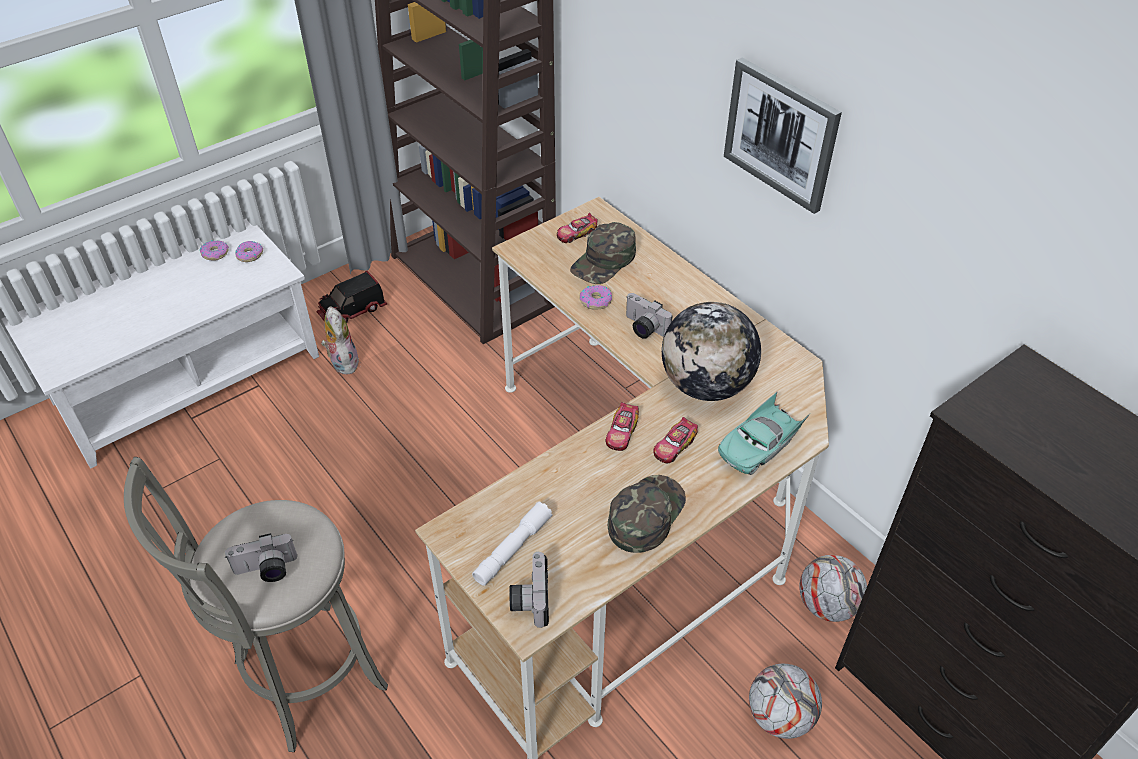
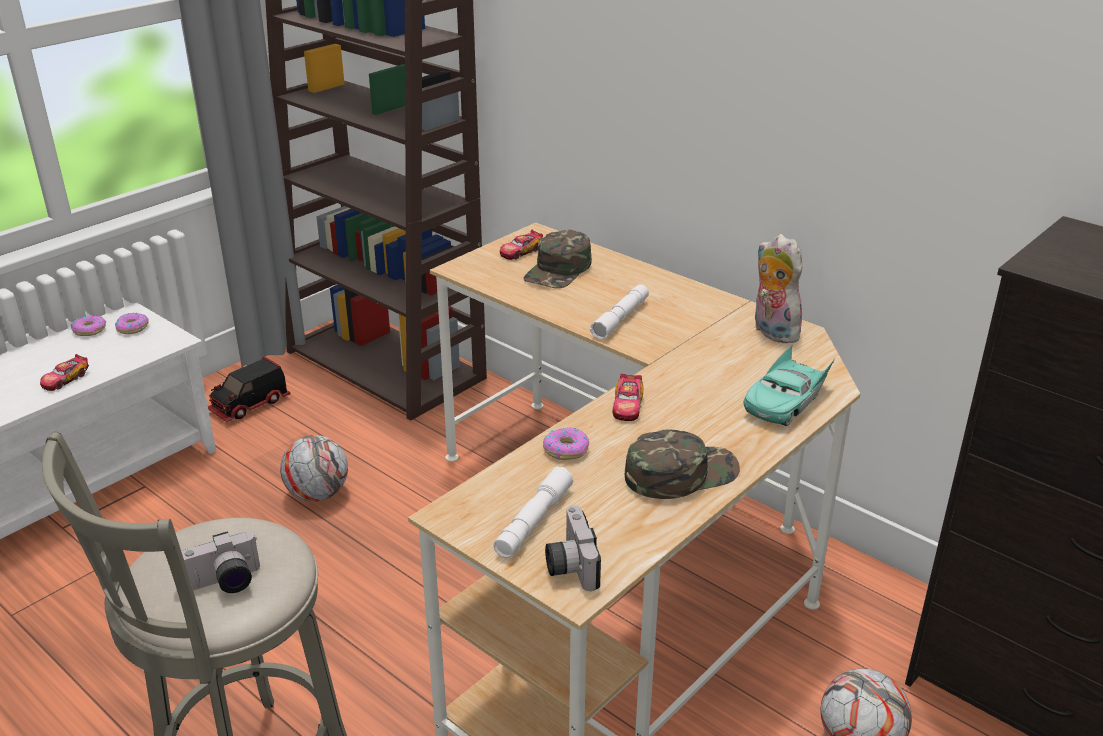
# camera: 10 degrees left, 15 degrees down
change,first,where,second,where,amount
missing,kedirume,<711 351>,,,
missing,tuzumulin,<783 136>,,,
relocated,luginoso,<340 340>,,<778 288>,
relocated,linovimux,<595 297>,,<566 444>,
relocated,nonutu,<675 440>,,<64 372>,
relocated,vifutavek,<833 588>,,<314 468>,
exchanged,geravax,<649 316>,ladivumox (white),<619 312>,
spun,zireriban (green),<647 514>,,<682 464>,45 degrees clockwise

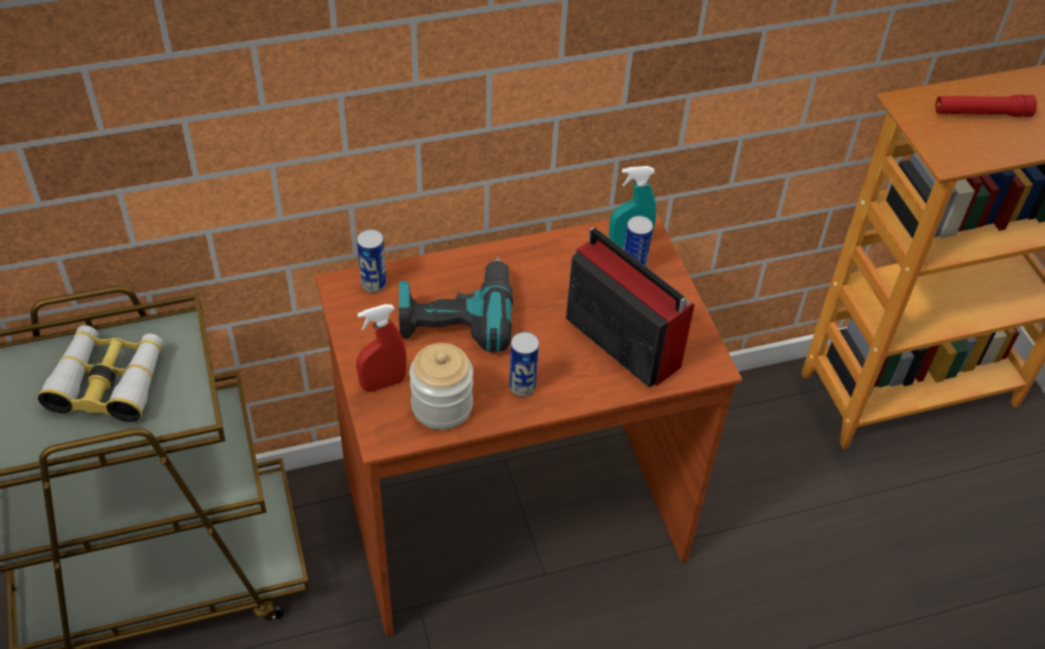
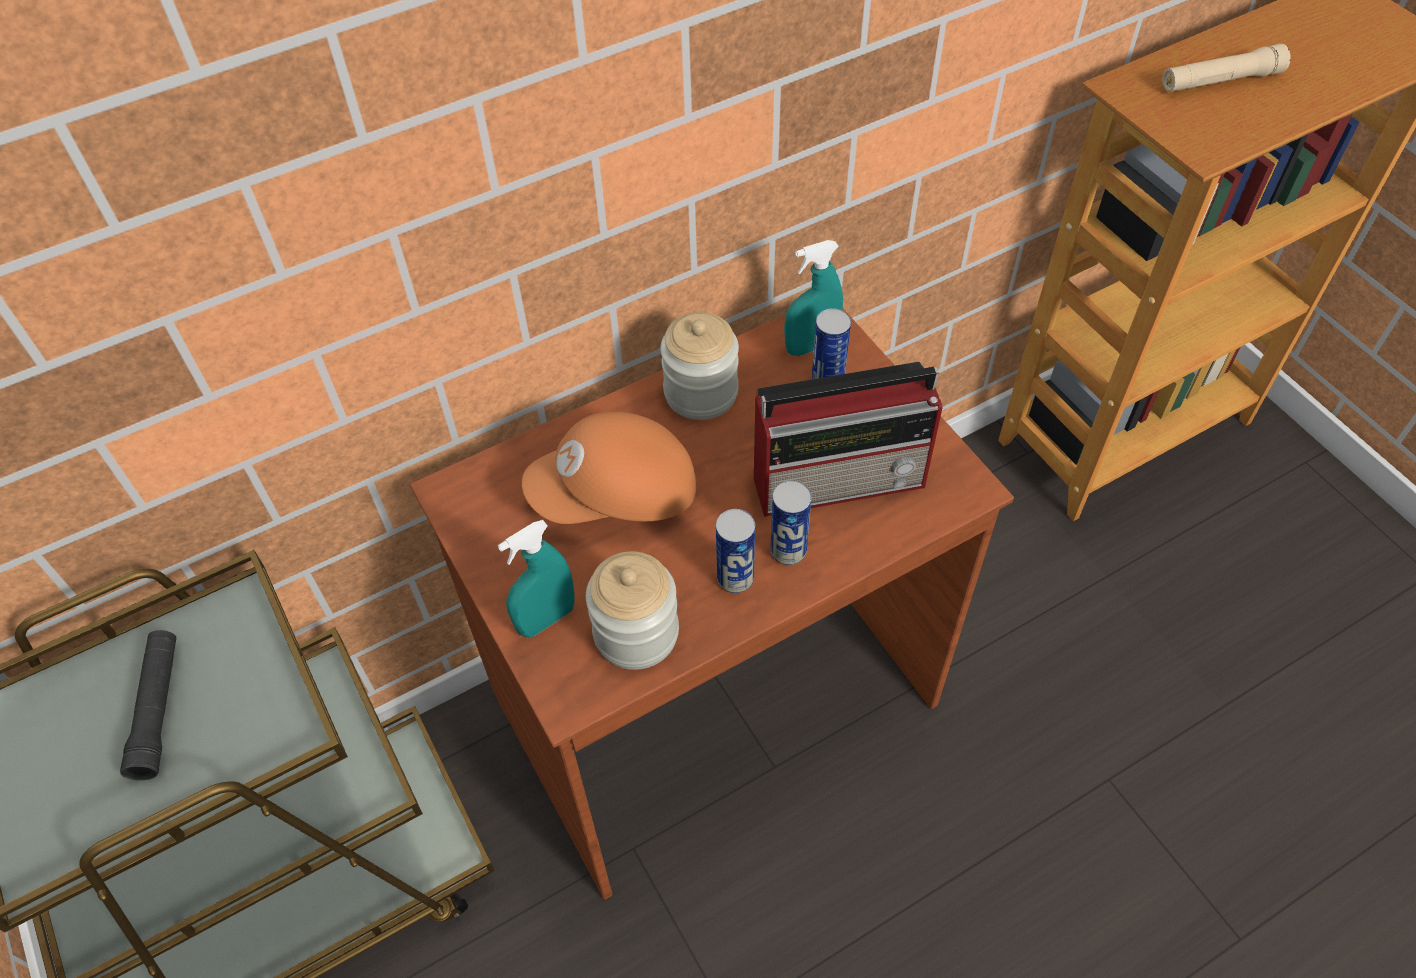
# camera: 10 degrees left, 5 degrees up
change,first,where,second,where,amount
appeared,,,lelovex,<699 366>,
relocated,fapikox,<371 261>,,<791 523>,
exchanged,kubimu,<100 373>,ladivumox (black),<148 705>,
exchanged,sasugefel,<456 305>,zireriban (orange),<609 468>,
colour,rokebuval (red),<381 348>,rokebuval (turquoise),<536 578>,
colour,ladivumox (red),<986 106>,ladivumox (beige),<1226 68>,
spun,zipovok,<630 307>,,<848 439>,135 degrees clockwise

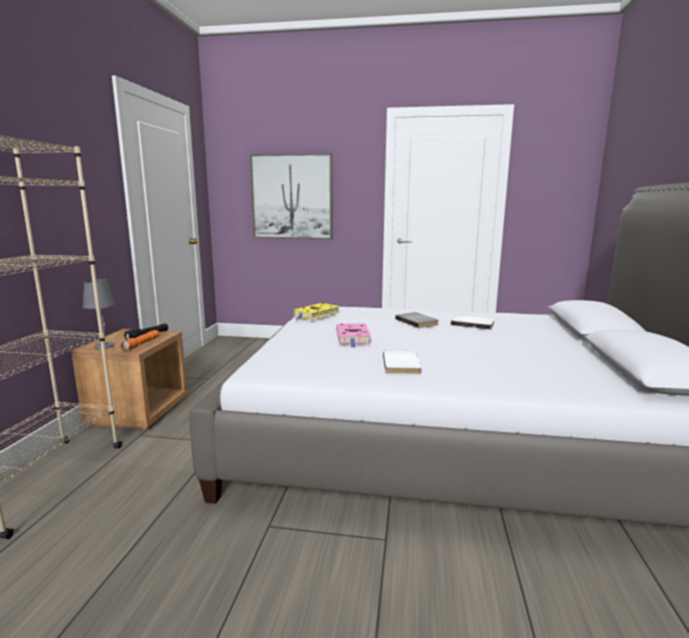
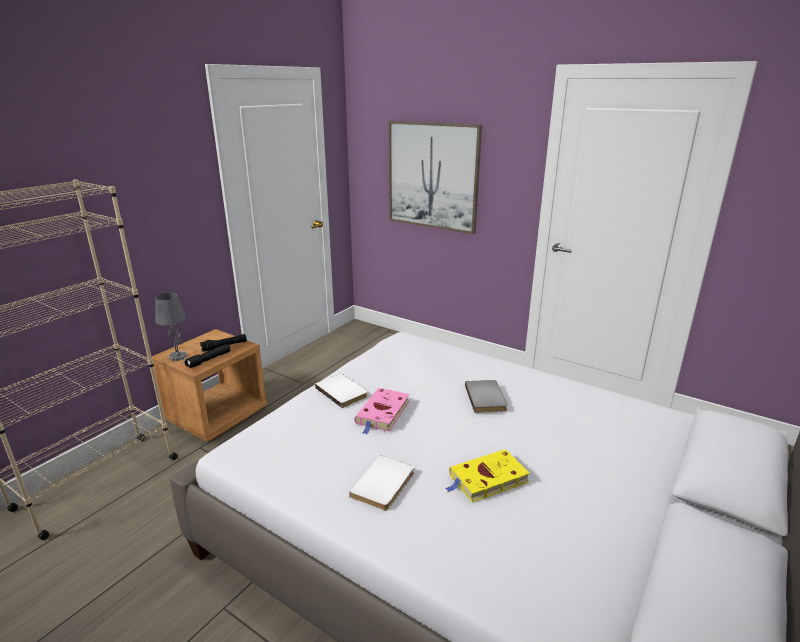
# camera: 25 degrees right, 10 degrees up
change,first,where,second,where,amount
relocated,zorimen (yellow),<317 311>,,<487 475>,
relocated,zorimen (white),<473 322>,,<341 391>,
colour,ladivumox (orange),<140 340>,ladivumox (black),<207 356>,

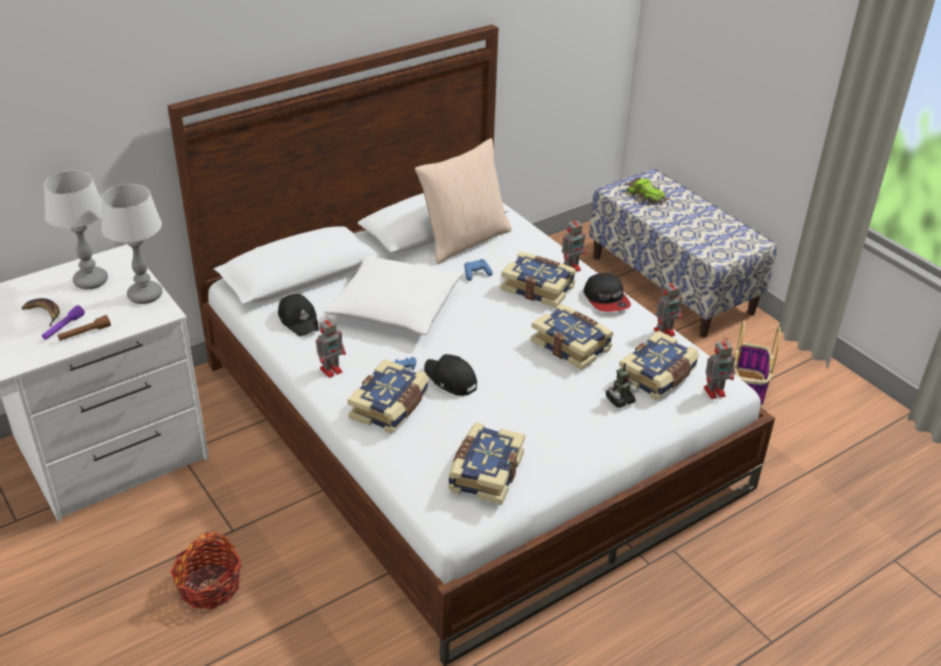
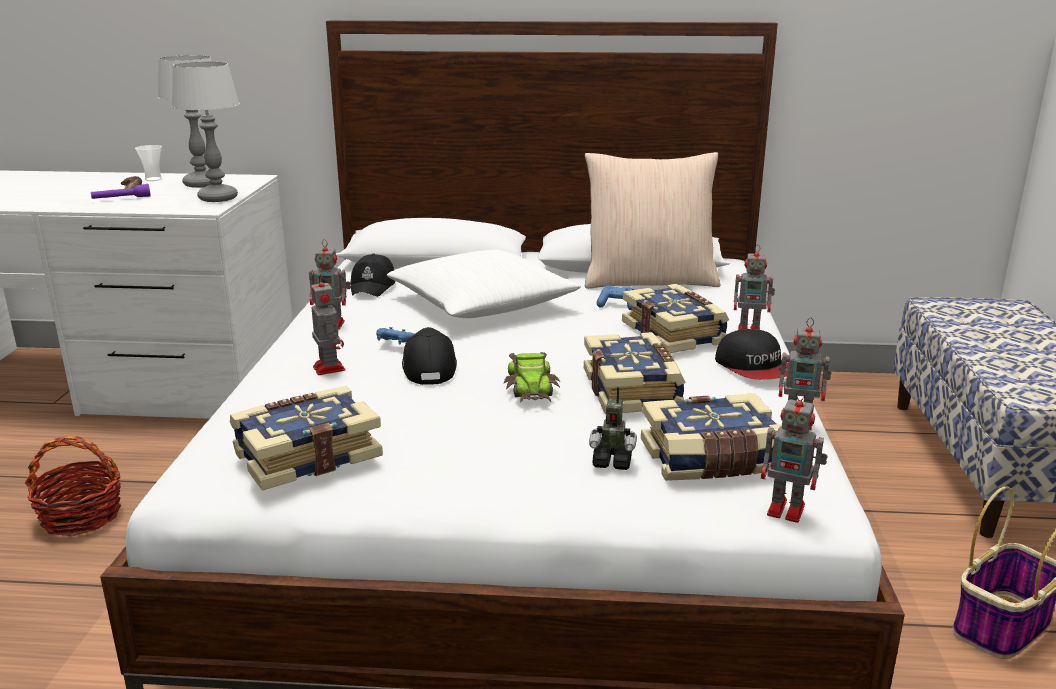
# camera: 40 degrees right, 15 degrees down
change,first,where,second,where,amount
missing,ladivumox (brown),<84 328>,,,
appeared,,,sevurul,<148 163>,
relocated,nonutu,<648 191>,,<532 377>,
exchanged,zorimen,<388 396>,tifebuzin,<328 324>,
spun,zireriban,<607 292>,,<751 354>,45 degrees counterclockwise

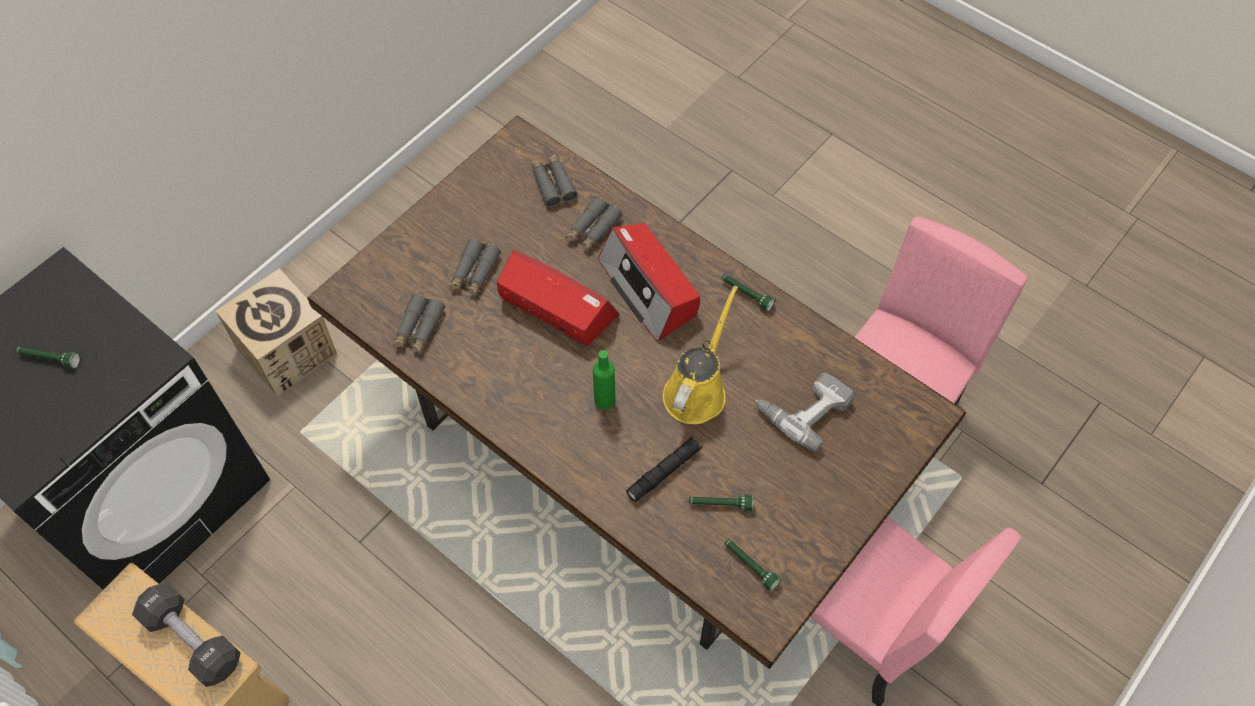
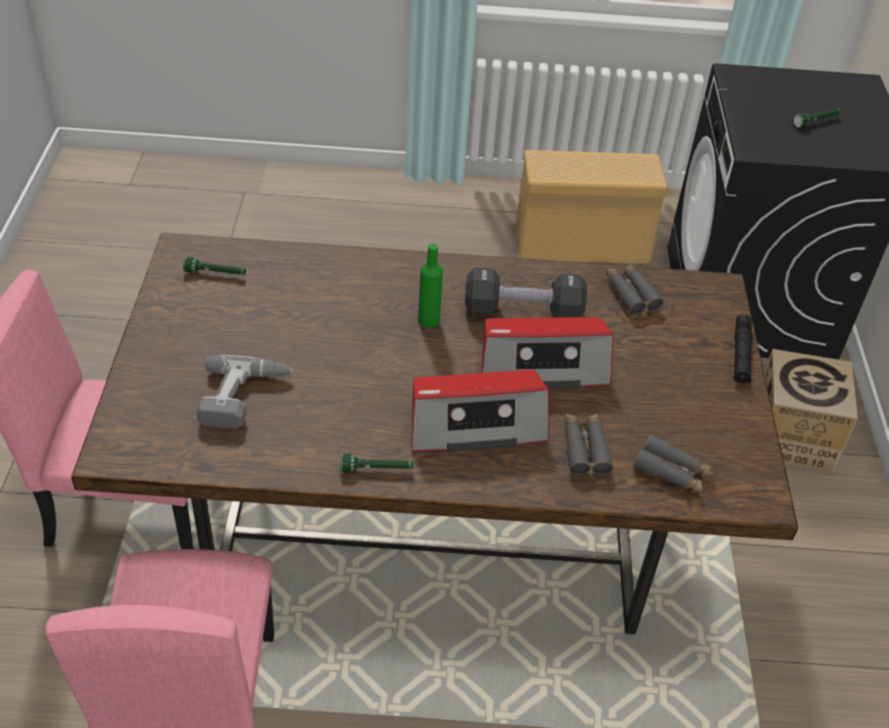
# camera: 140 degrees right, 15 degrees down
change,first,where,second,where,amount
missing,kubimu (grey),<475 268>,,,
missing,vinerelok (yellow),<700 355>,,,
missing,ladivumox (green),<721 503>,,,
relocated,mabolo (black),<186 634>,,<526 293>,
relocated,ladivumox (black),<664 469>,,<743 349>,
spun,zipovok,<649 282>,,<480 411>,150 degrees clockwise

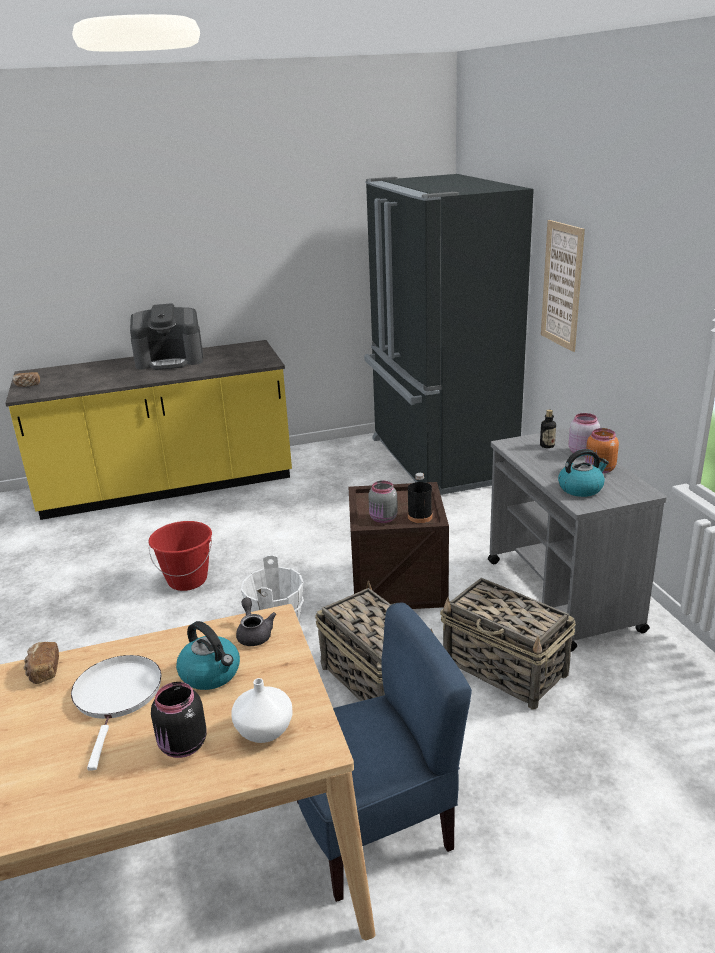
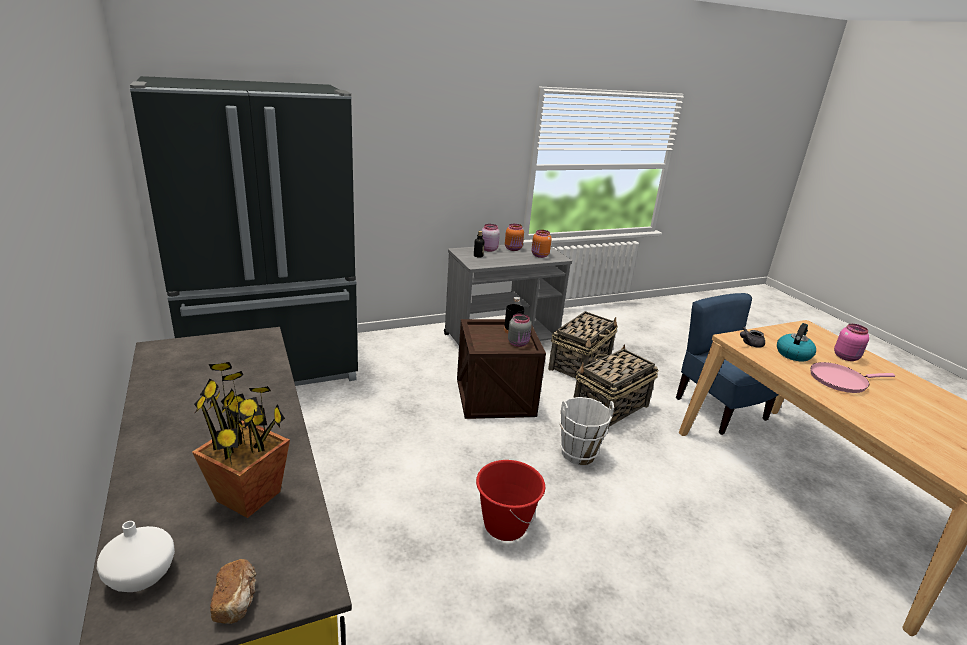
# camera: 100 degrees left, 0 degrees up
change,first,where,second,where,amount
missing,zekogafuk,<41 663>,,,
missing,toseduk,<166 336>,,,
missing,tuzumulin,<563 286>,,,
appeared,,,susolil,<241 440>,
relocated,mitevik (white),<262 710>,,<136 556>,
exchanged,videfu,<583 473>,lelovex (orange),<541 244>,
colour,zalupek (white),<116 713>,zalupek (pink),<852 377>,
colour,lelovex (black),<178 720>,lelovex (pink),<851 342>,

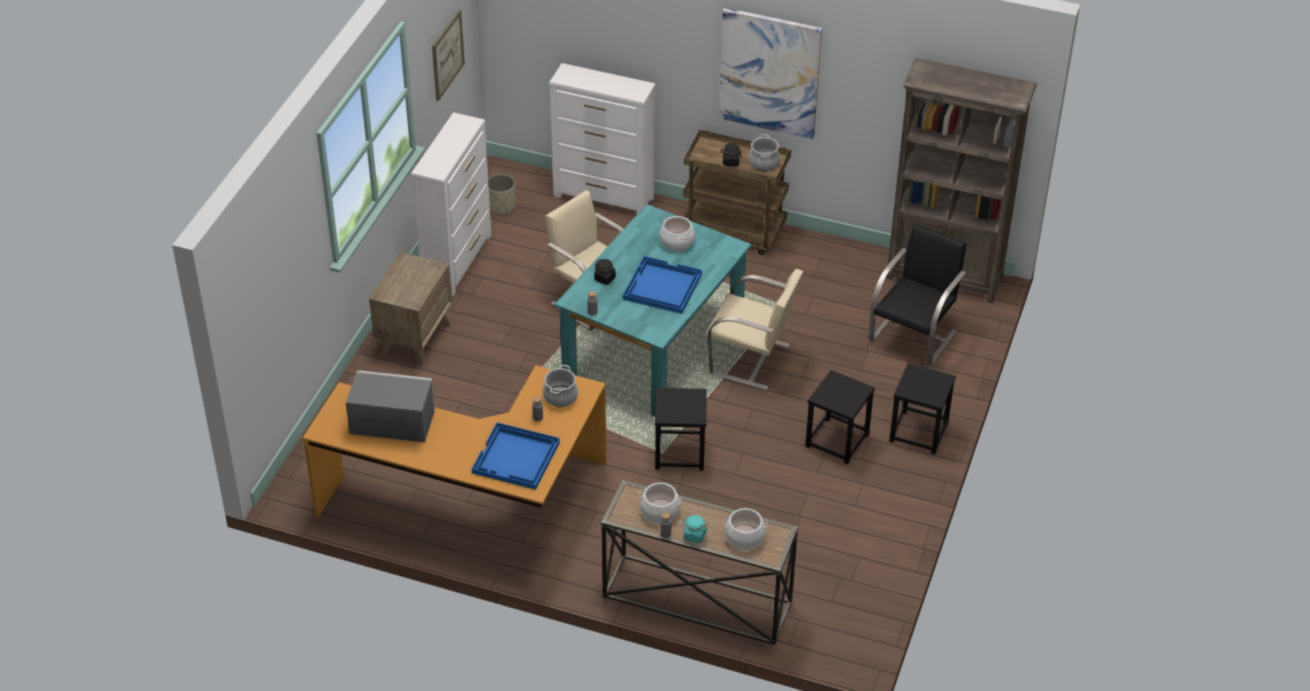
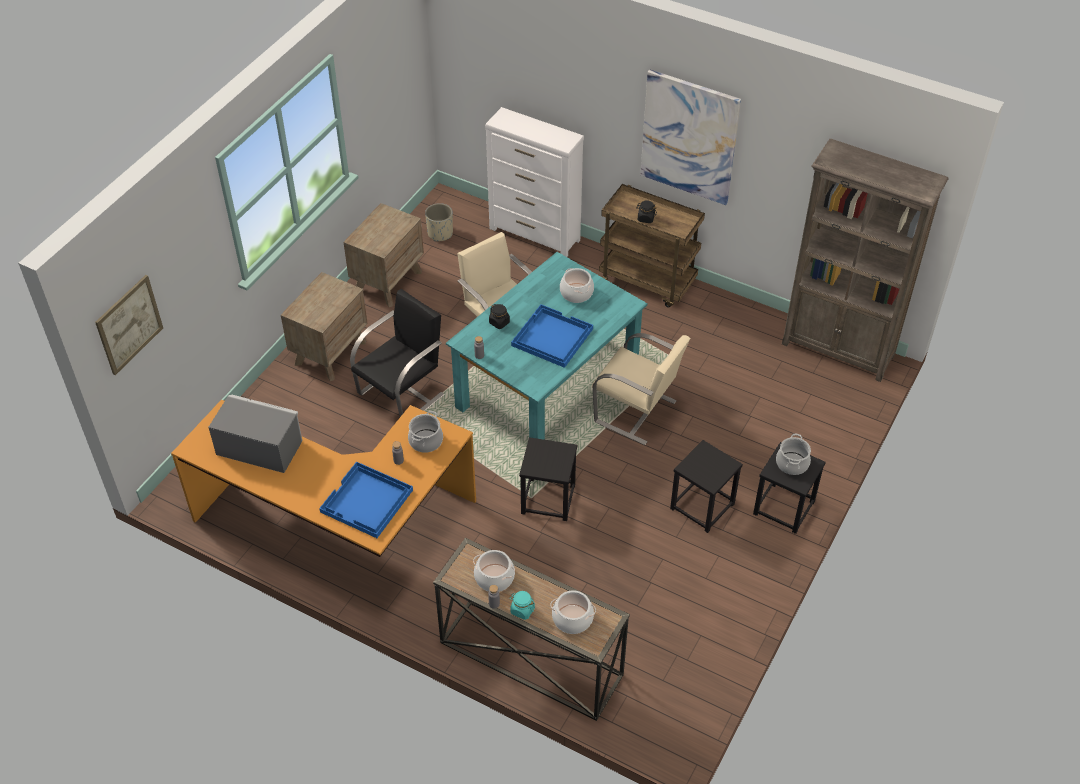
# camera: 10 degrees right, 5 degrees up
change,first,where,second,where,amount
relocated,tuzumulin,<448 55>,,<129 325>,
relocated,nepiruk,<764 152>,,<793 454>,
relocated,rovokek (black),<918 294>,,<397 353>,
exchanged,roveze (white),<451 204>,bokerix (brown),<383 255>,

